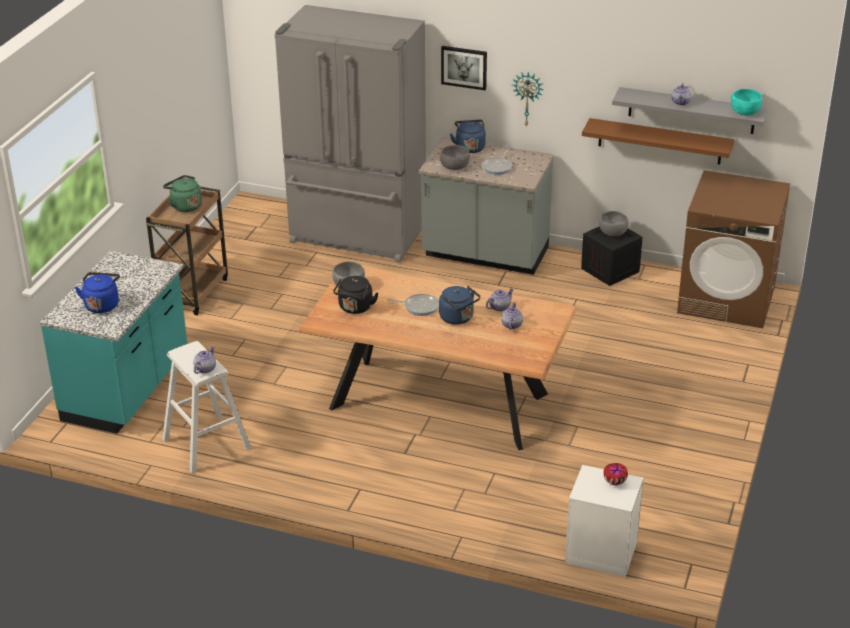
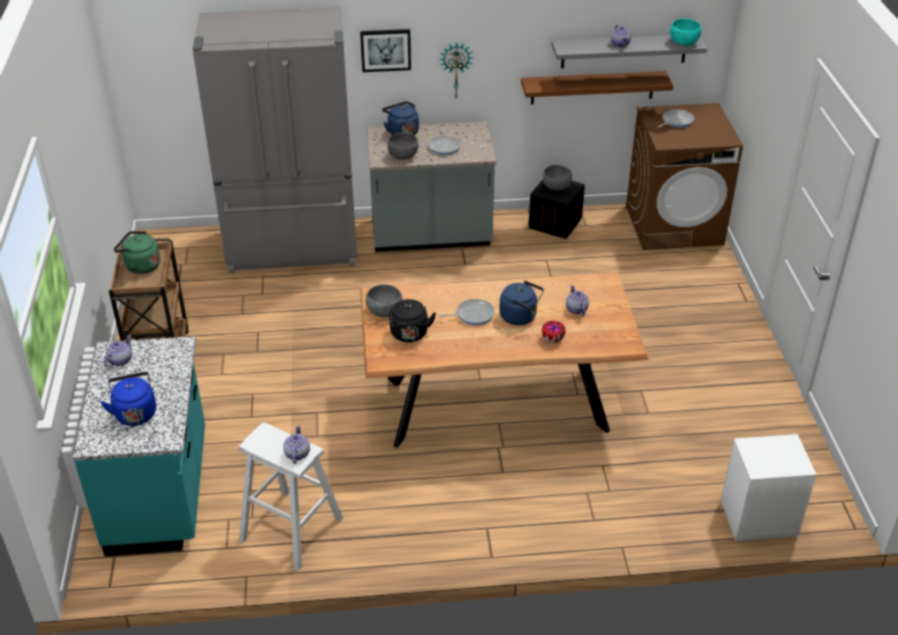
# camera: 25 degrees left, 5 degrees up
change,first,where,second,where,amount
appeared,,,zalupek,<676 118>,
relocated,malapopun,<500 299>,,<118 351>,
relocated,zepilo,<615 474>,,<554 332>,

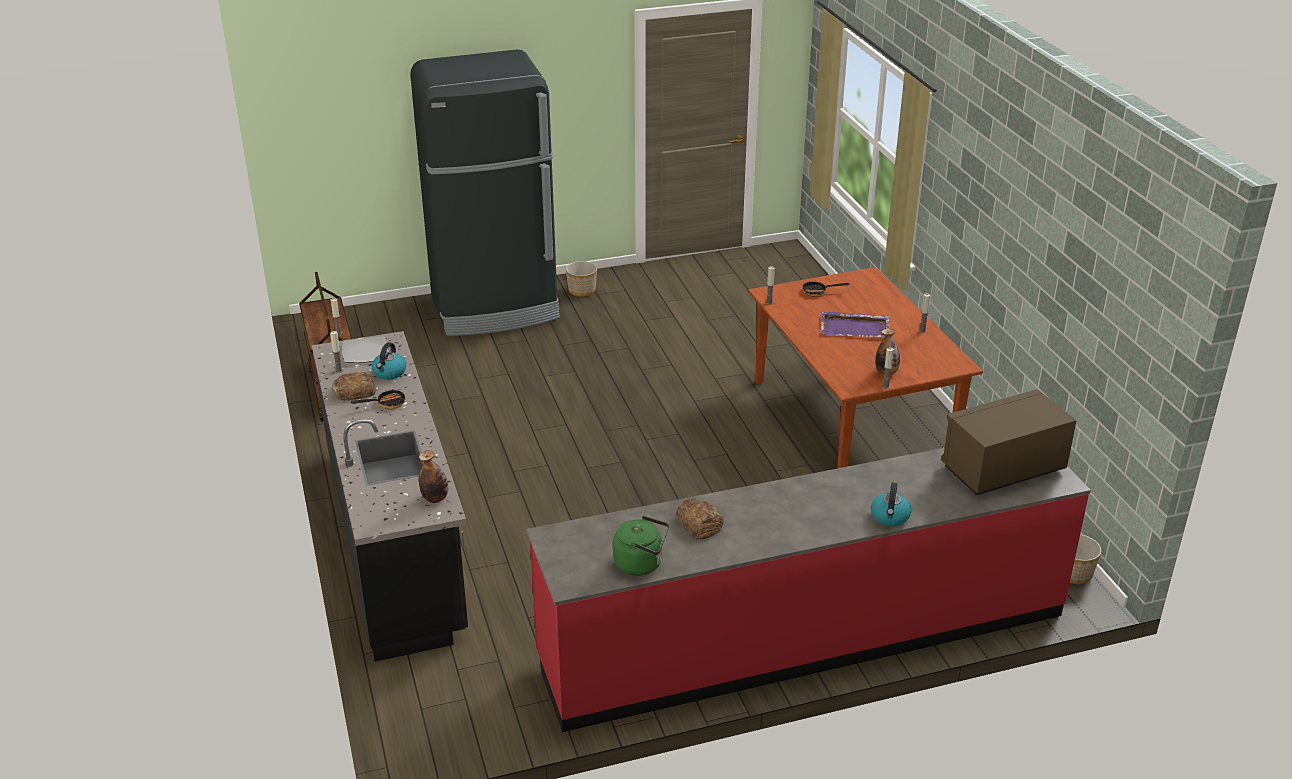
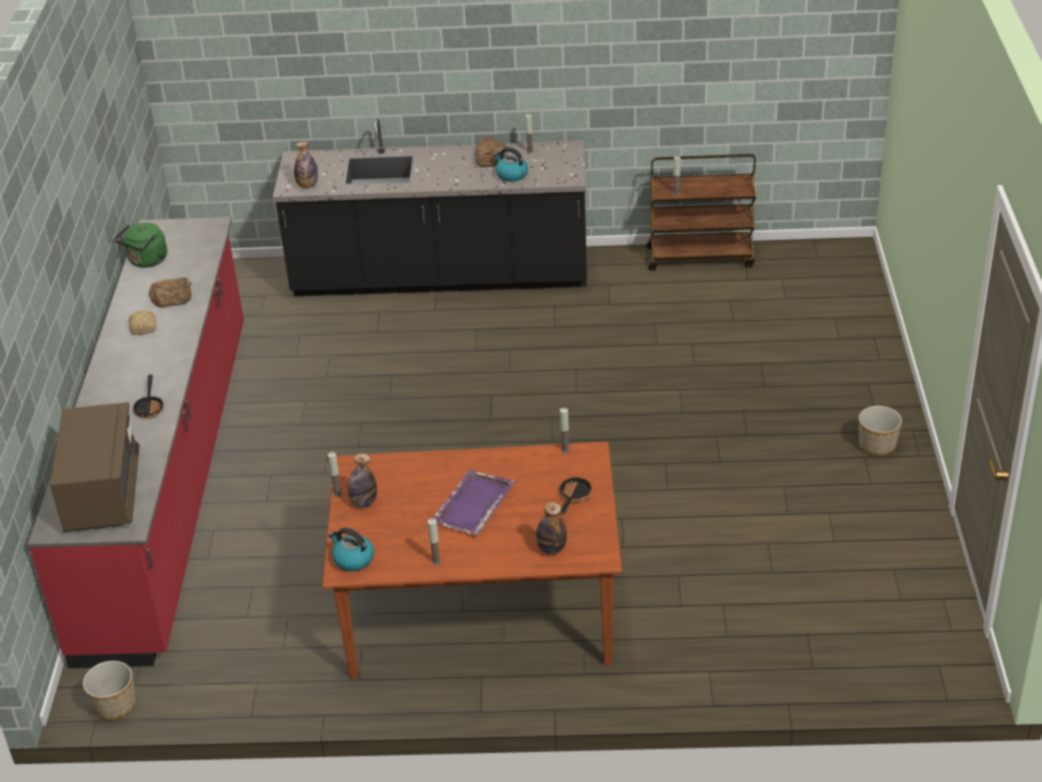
# camera: 110 degrees right, 5 degrees up
change,first,where,second,where,amount
missing,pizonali,<365 349>,,,
missing,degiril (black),<485 192>,,,
appeared,,,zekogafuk,<142 322>,
appeared,,,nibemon,<551 528>,
relocated,zalupek,<378 398>,,<148 396>,
relocated,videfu,<891 504>,,<351 549>,

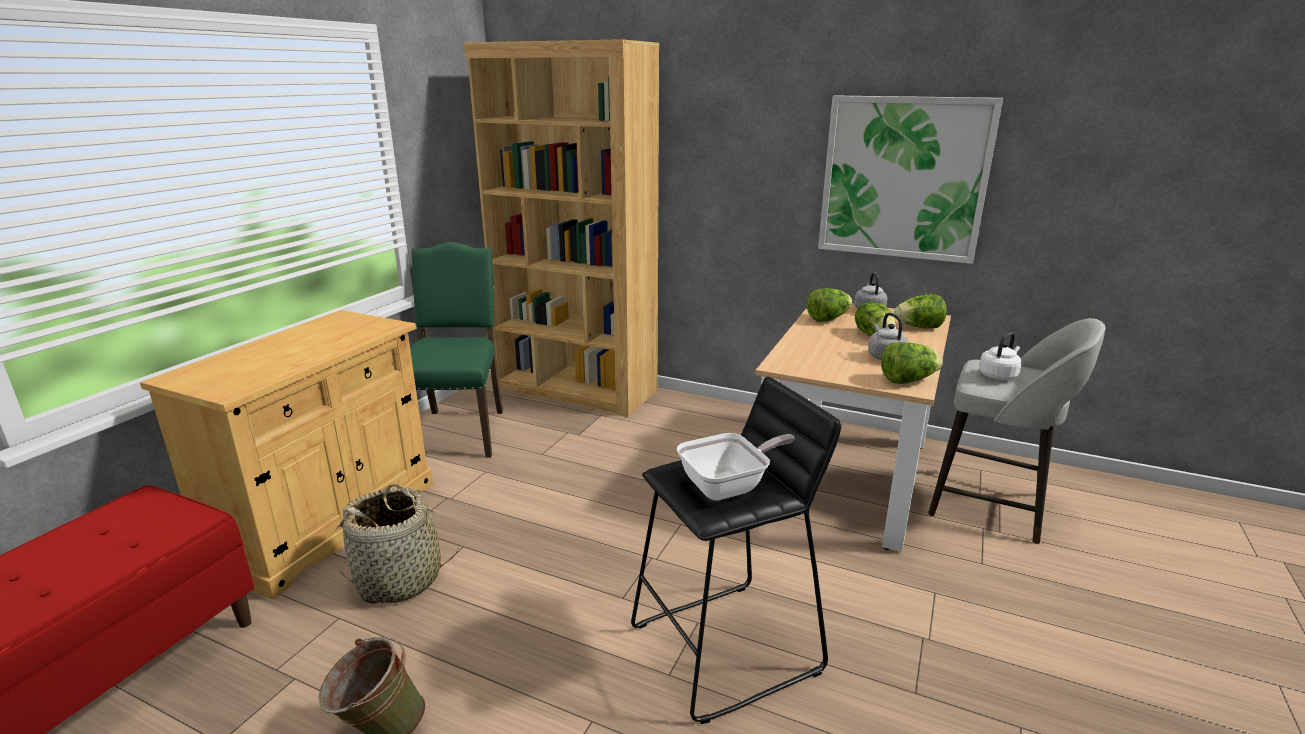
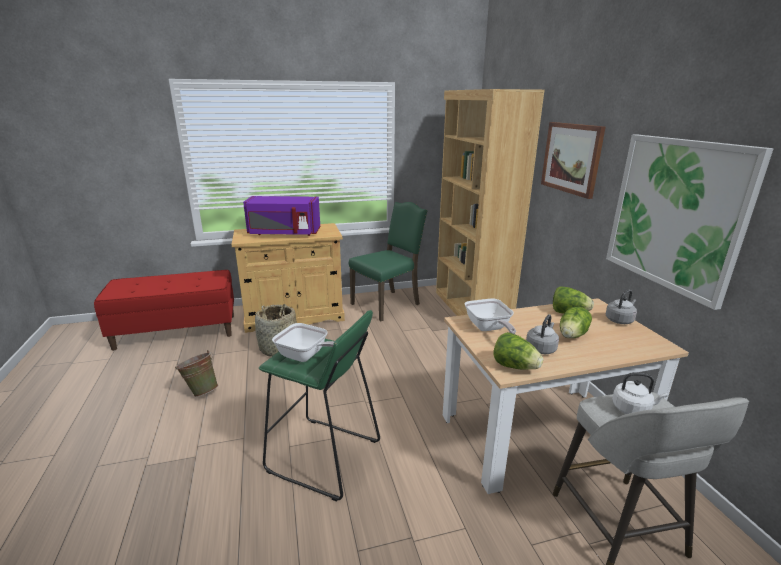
# camera: 50 degrees right, 0 degrees up
change,first,where,second,where,amount
missing,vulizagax,<920 311>,,,
appeared,,,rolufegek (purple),<281 216>,
appeared,,,zalupek,<490 316>,
appeared,,,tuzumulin,<573 160>,
colour,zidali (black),<736 550>,zidali (green),<319 406>,

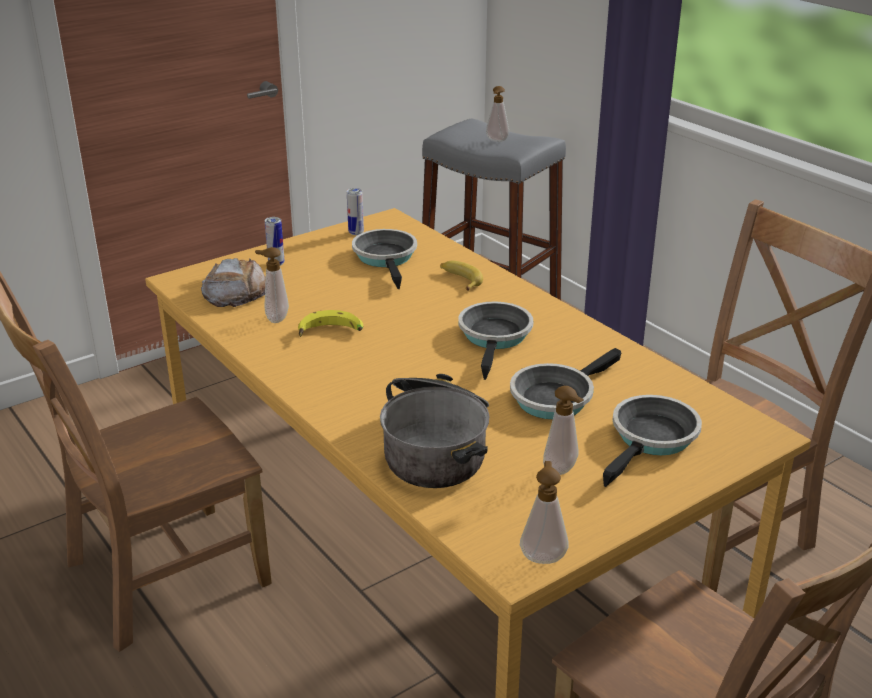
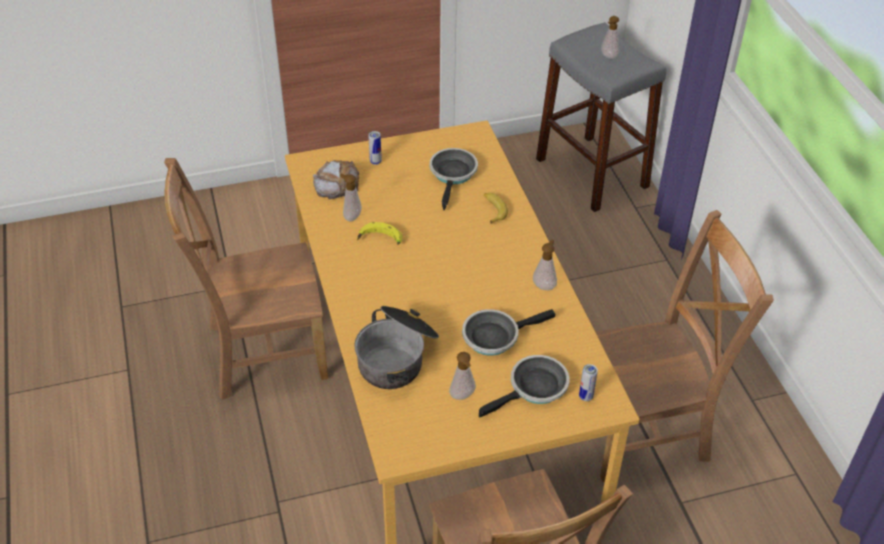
# camera: 20 degrees right, 15 degrees up
change,first,where,second,where,amount
missing,zalupek,<495 340>,,,
relocated,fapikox,<355 211>,,<588 382>,
relocated,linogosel,<544 512>,,<545 264>,

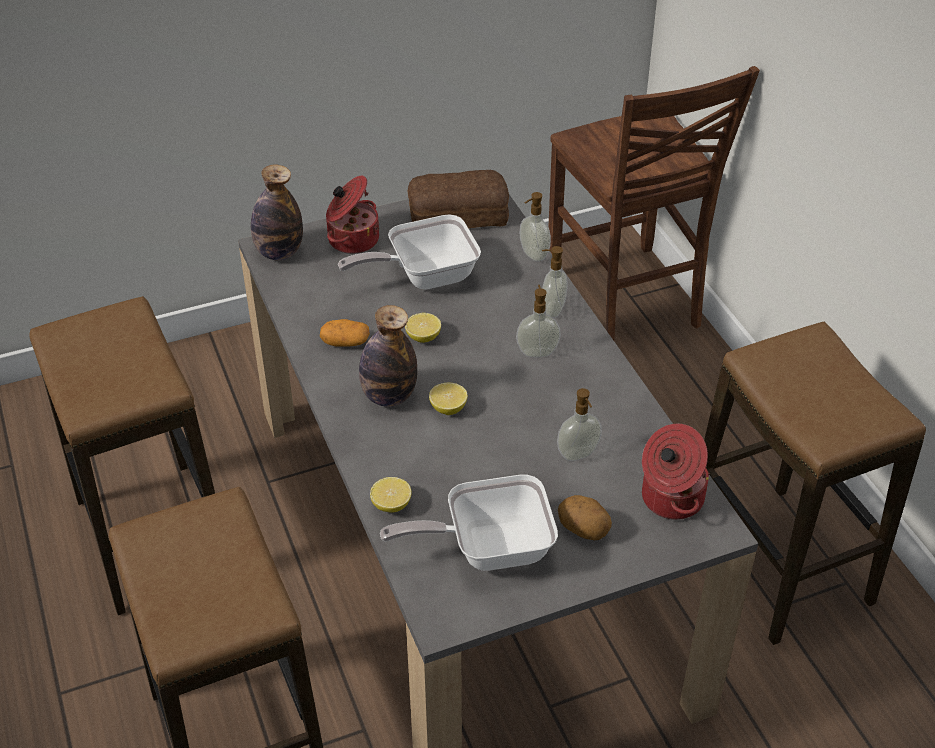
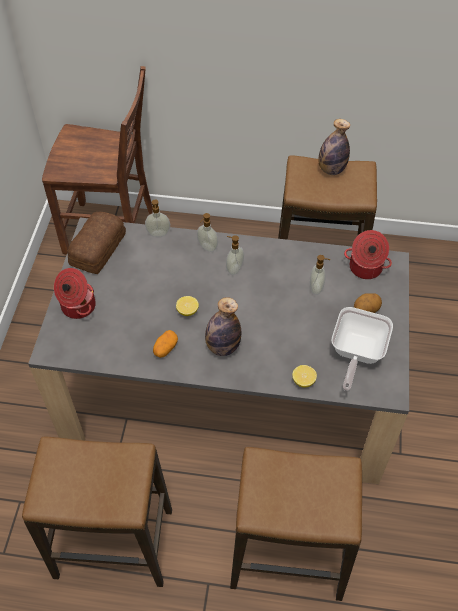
# camera: 60 degrees left, 10 degrees up
change,first,where,second,where,amount
missing,zalupek,<409 252>,,,
missing,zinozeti,<448 399>,,,
relocated,nibemon,<277 212>,,<334 147>,

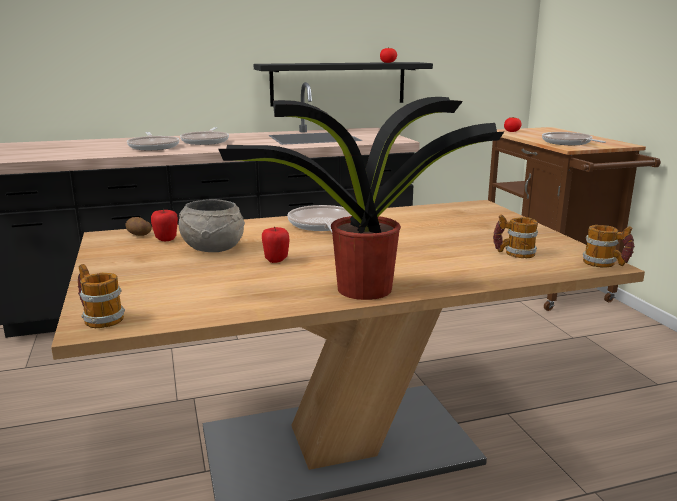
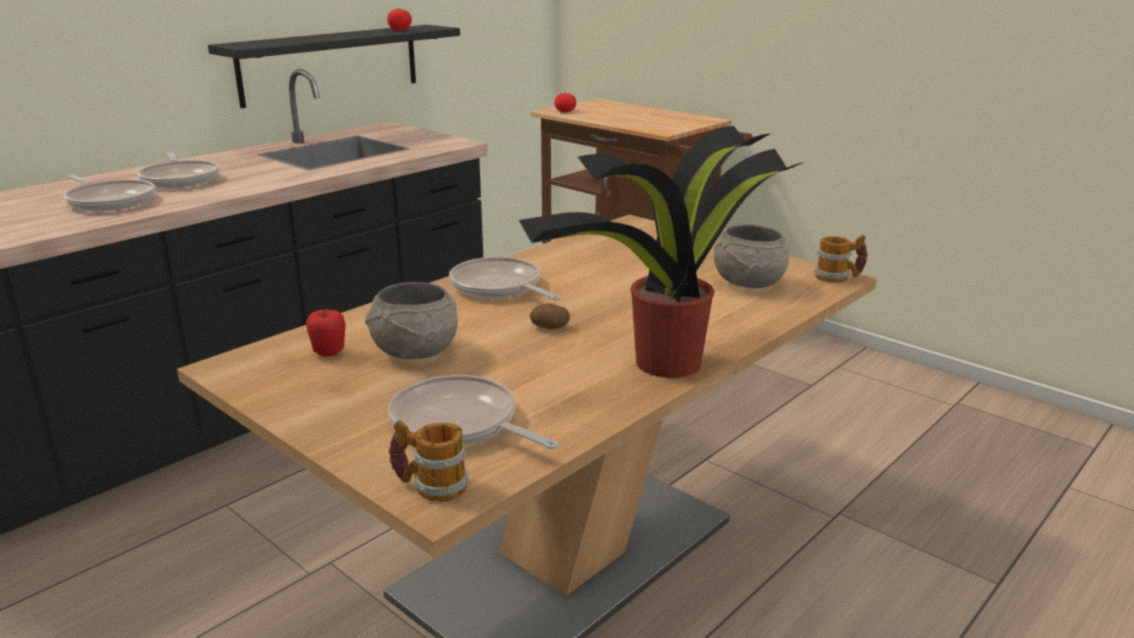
# camera: 30 degrees left, 5 degrees up
change,first,where,second,where,amount
missing,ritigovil,<276 245>,,,
relocated,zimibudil,<139 226>,,<550 316>,
relocated,zalupek,<574 138>,,<473 412>,
exchanged,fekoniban,<515 236>,zepilo (grey),<752 256>,

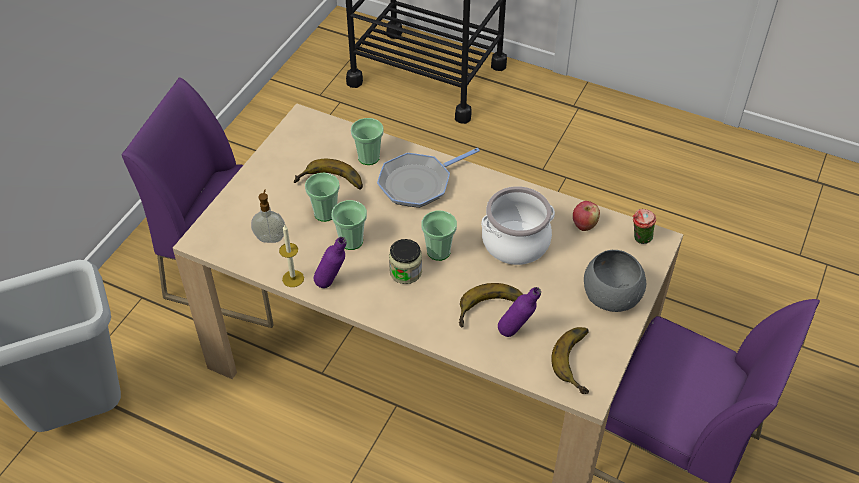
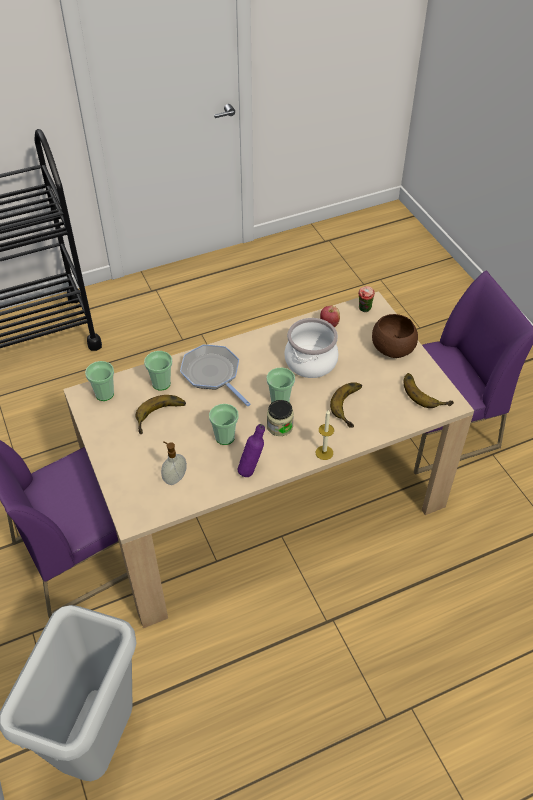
# camera: 50 degrees left, 0 degrees up
change,first,where,second,where,amount
missing,nibemon (purple),<519 312>,,,
relocated,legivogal,<291 255>,,<325 435>,
relocated,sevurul,<322 197>,,<99 381>,
colour,zepilo (grey),<615 281>,zepilo (brown),<395 336>,
spun,zalupek,<428 178>,,<215 375>,135 degrees clockwise

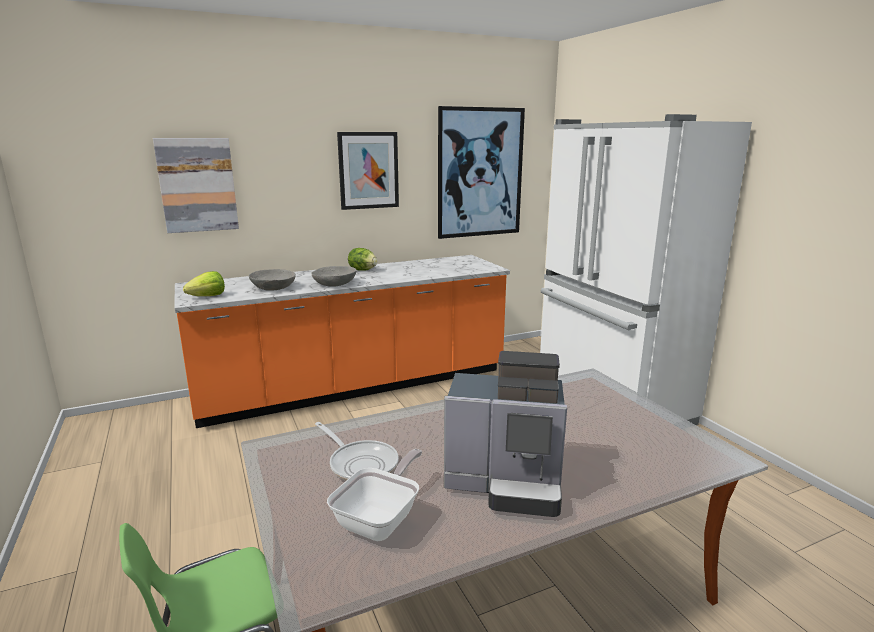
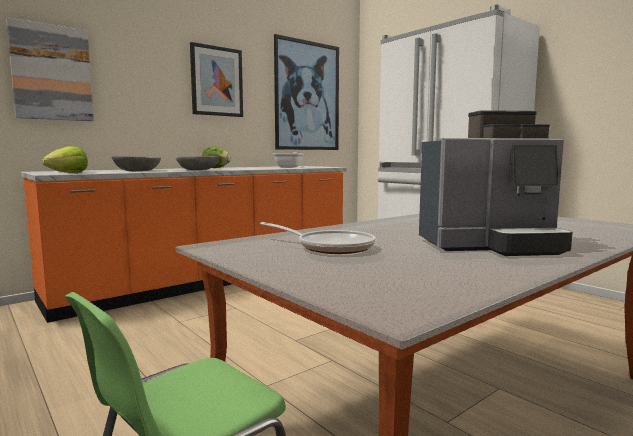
# camera: 15 degrees left, 10 degrees down
change,first,where,second,where,amount
relocated,zalupek,<374 495>,,<288 160>,

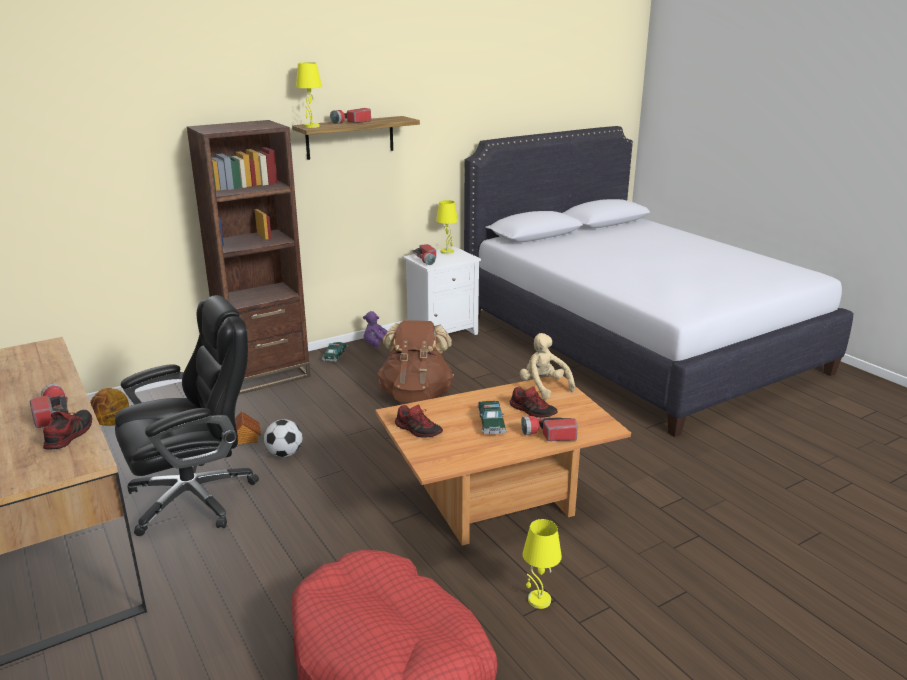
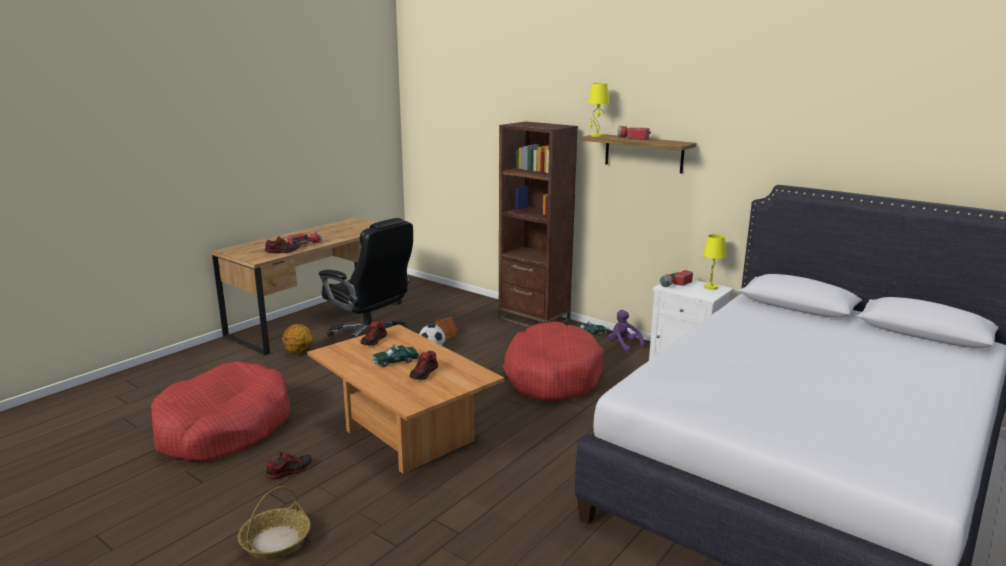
# camera: 70 degrees right, 5 degrees down
change,first,where,second,where,amount
missing,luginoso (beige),<547 366>,,,
missing,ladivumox,<549 428>,,,
appeared,,,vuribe,<274 523>,
relocated,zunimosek,<109 407>,,<297 339>,
exchanged,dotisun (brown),<415 361>,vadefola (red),<553 362>,
exchanged,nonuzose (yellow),<542 564>,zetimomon,<288 465>,

